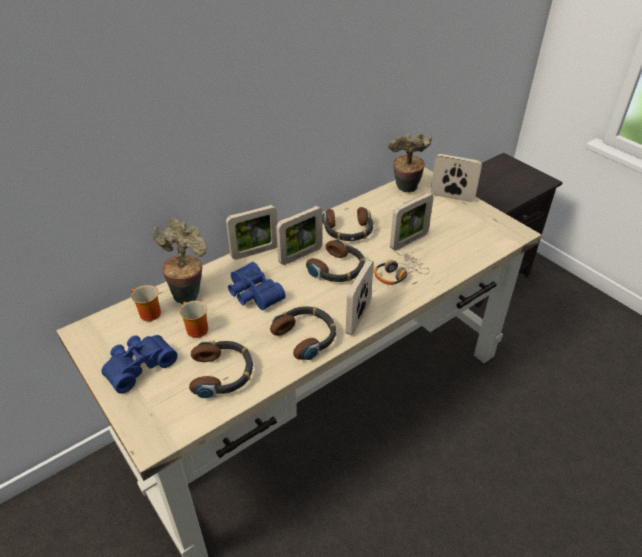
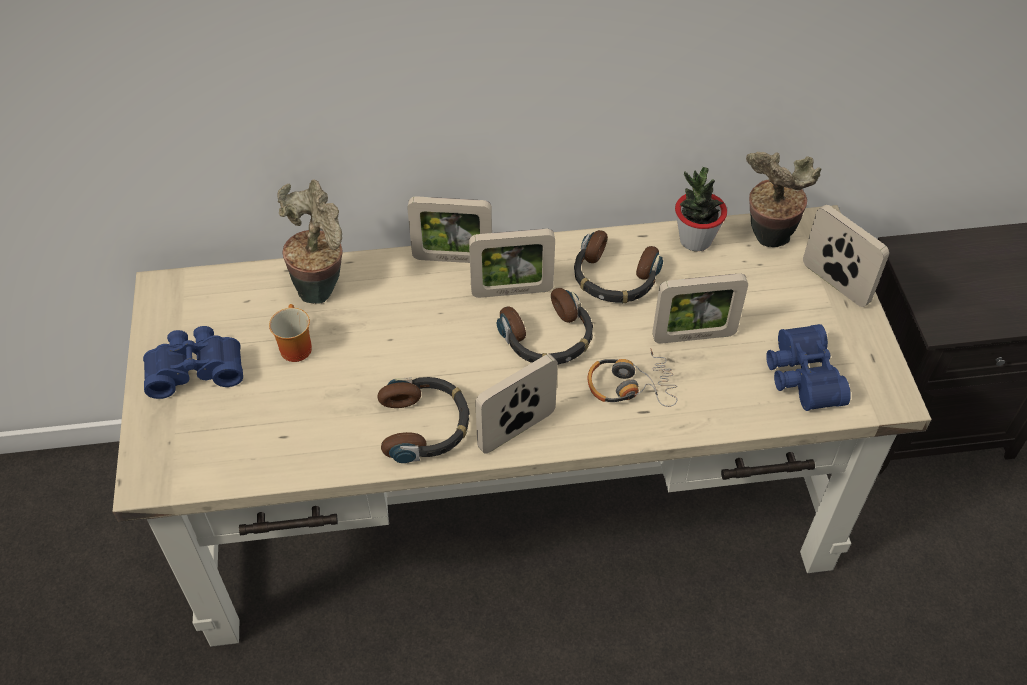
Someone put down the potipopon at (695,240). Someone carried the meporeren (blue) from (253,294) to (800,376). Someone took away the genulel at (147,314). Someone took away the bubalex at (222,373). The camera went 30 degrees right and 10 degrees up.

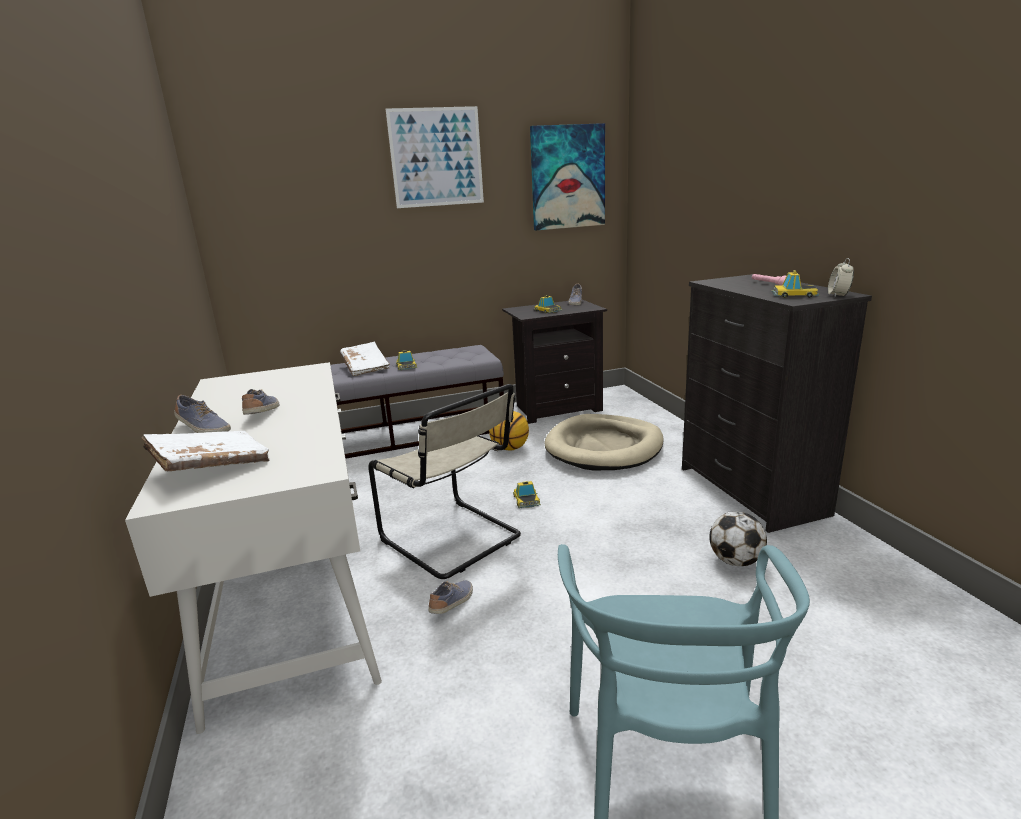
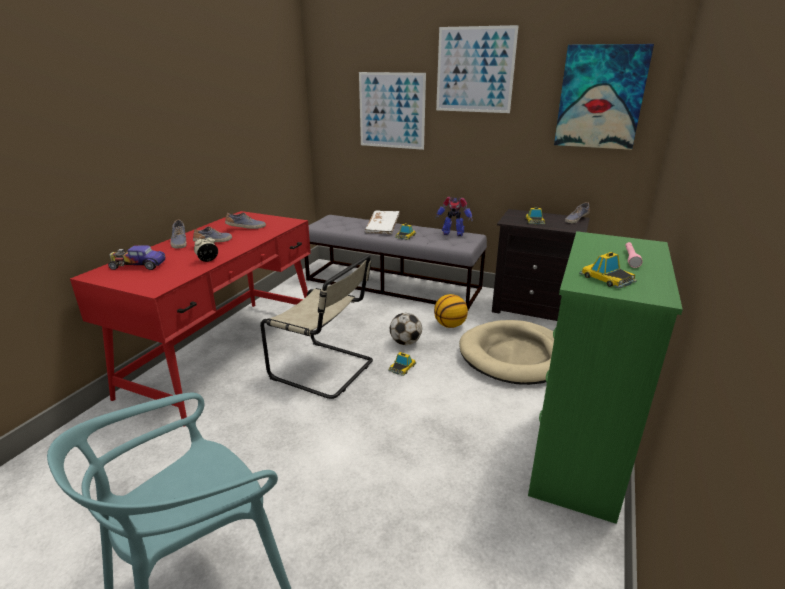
Someone repainted the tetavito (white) at (295,587), which became the tetavito (red) at (227,353). Someone swapped the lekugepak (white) at (211,466) for the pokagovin at (138,265). Someone carried the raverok from (838,295) to (208,260). Someone carried the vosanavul from (452,603) to (246,228). Someone rotated the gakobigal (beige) at (454,540) by 60 degrees counterclockwise. Someone put up the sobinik at (391,110). Someone carried the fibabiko from (735,561) to (405,342). Someone put down the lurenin at (452,233). Someone repainted the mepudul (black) at (751,491), which became the mepudul (green) at (576,456). The camera went 40 degrees right and 5 degrees up.

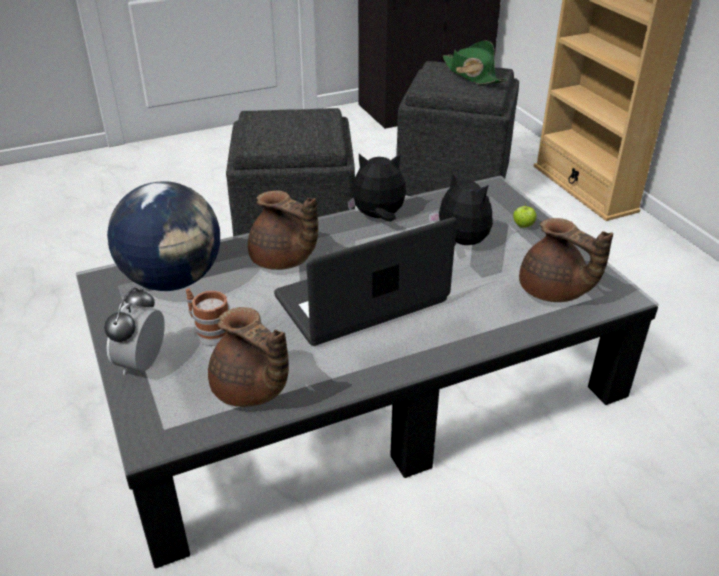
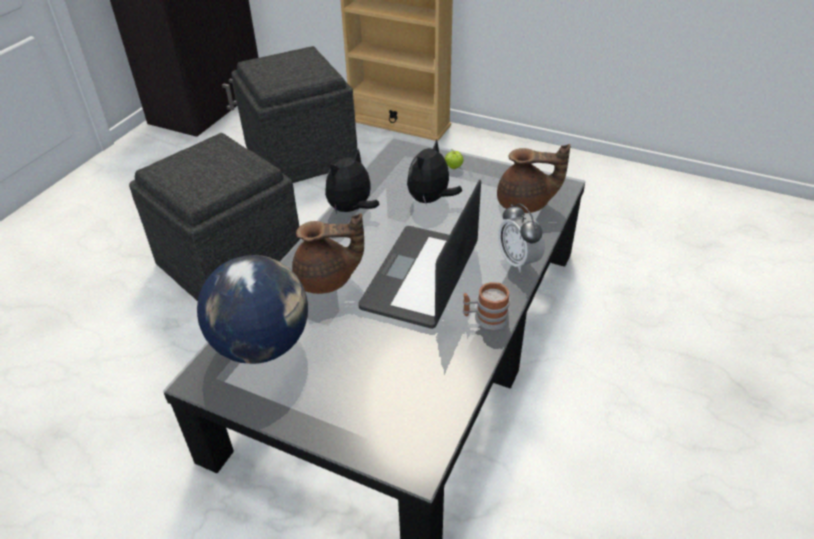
Someone rotated the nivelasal at (460,243) by 60 degrees counterclockwise. Someone carried the genulel from (209,330) to (485,318). Someone carried the raverok from (142,363) to (518,261). Someone took away the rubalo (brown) at (251,390). Someone took away the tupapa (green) at (472,75). The camera went 40 degrees left and 5 degrees up.

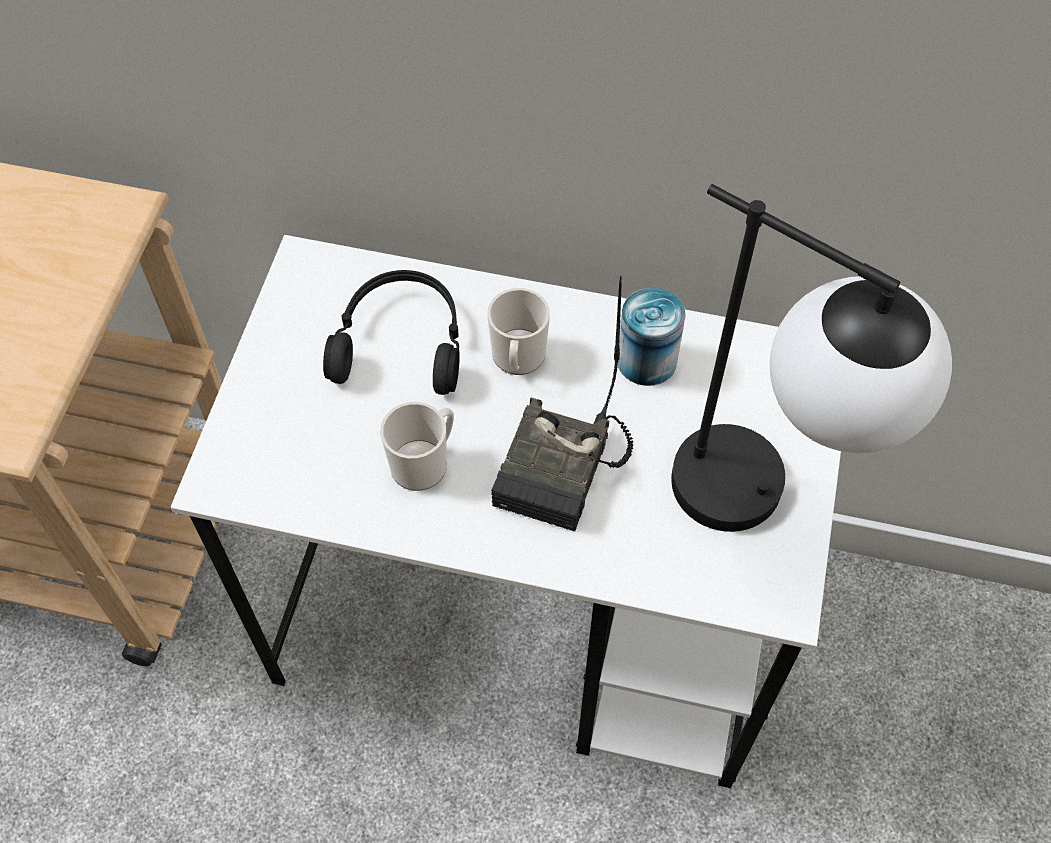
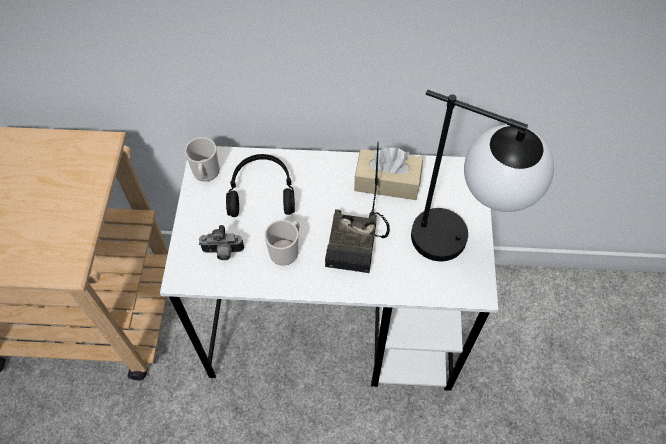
Someone carried the genulel from (518,359) to (206,173). Someone put down the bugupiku at (222,252). Someone swapped the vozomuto at (646,360) for the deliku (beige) at (387,182). The camera went 10 degrees left and 0 degrees up.

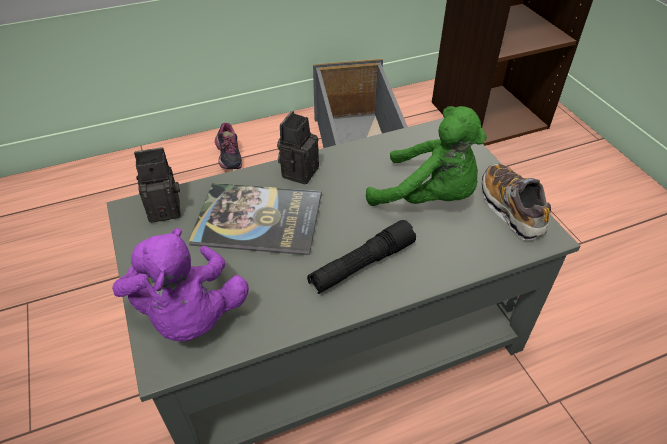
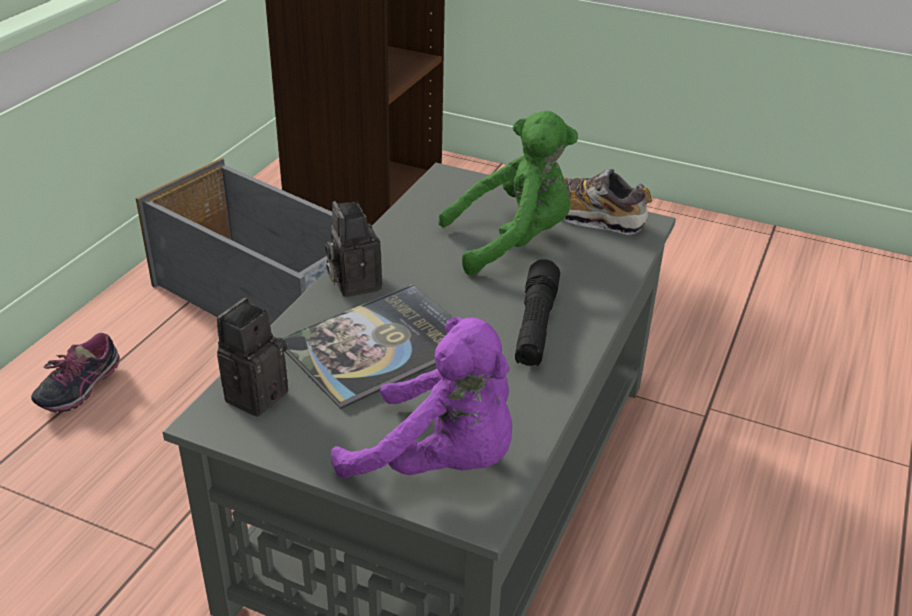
Someone rotated the vosanavul at (228,158) by 90 degrees clockwise. The camera went 45 degrees left and 10 degrees down.

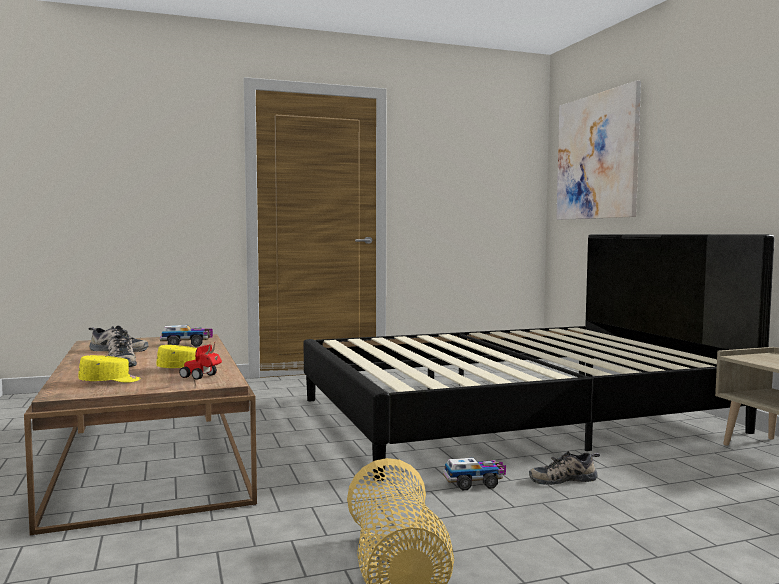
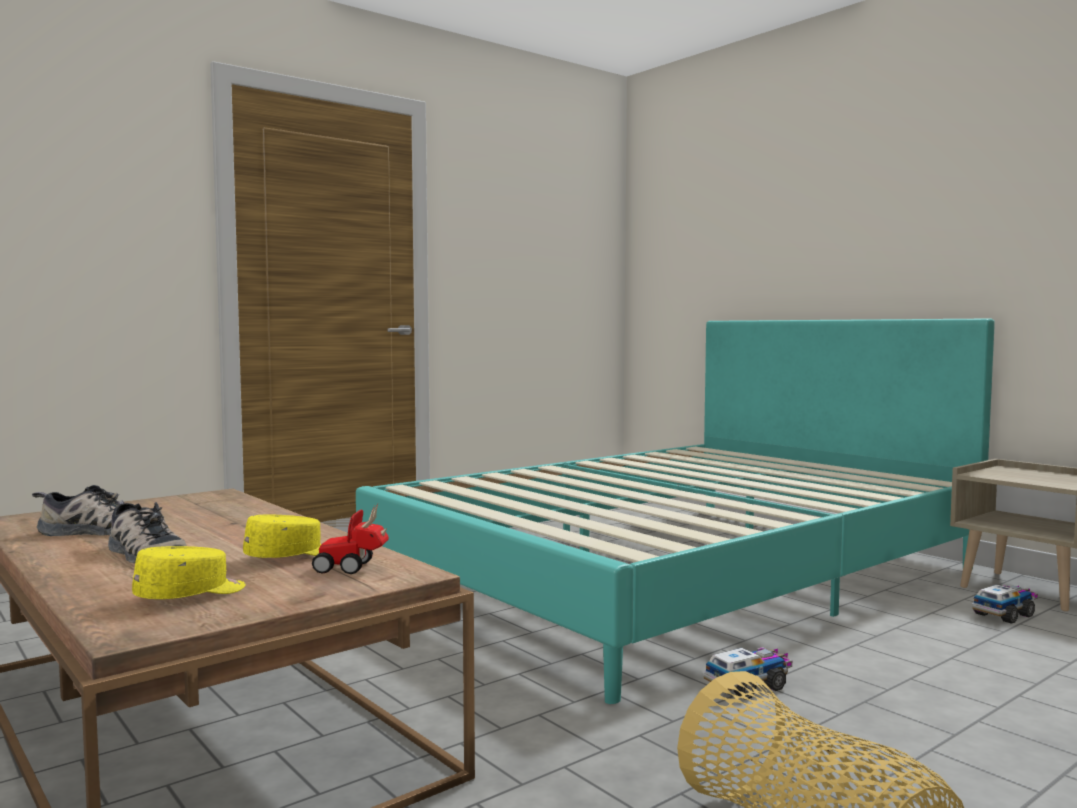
Someone repainted the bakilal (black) at (513,415), which became the bakilal (turquoise) at (681,575). Someone carried the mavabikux from (187,344) to (1004,614). Someone took away the vosanavul at (563,478). Someone took away the sobinik at (596,157). The camera went 20 degrees left and 0 degrees up.

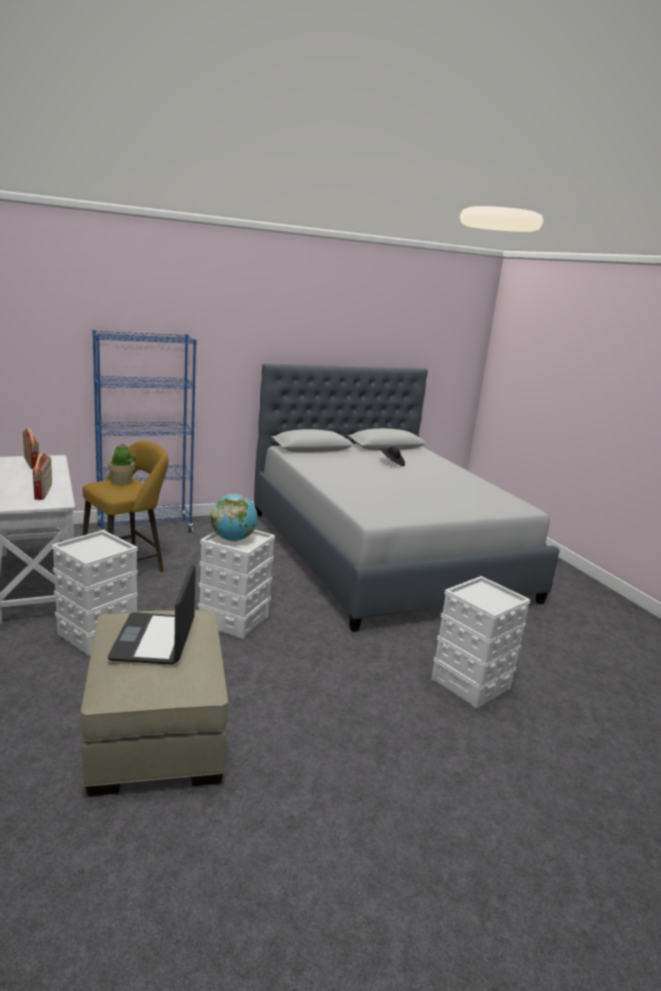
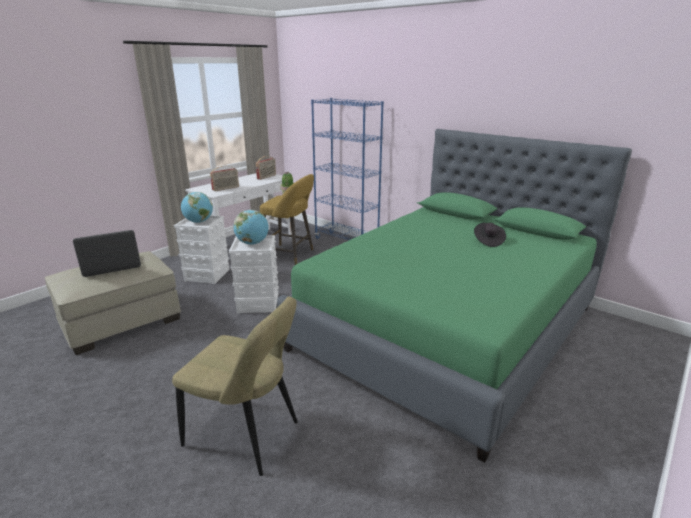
Someone swapped the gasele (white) at (472,683) for the gakobigal (beige) at (246,435). Someone put down the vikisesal at (198,222). Someone repainted the bakilal (grey) at (384,554), which became the bakilal (green) at (447,328). The camera went 65 degrees right and 5 degrees up.

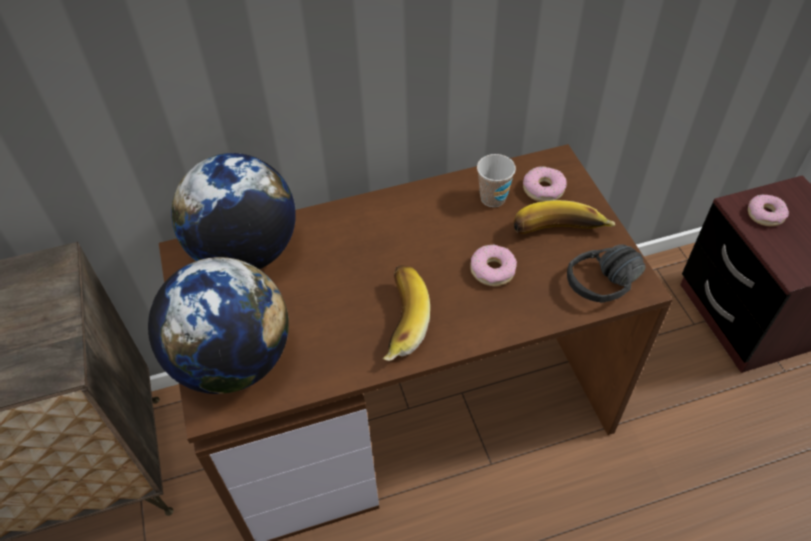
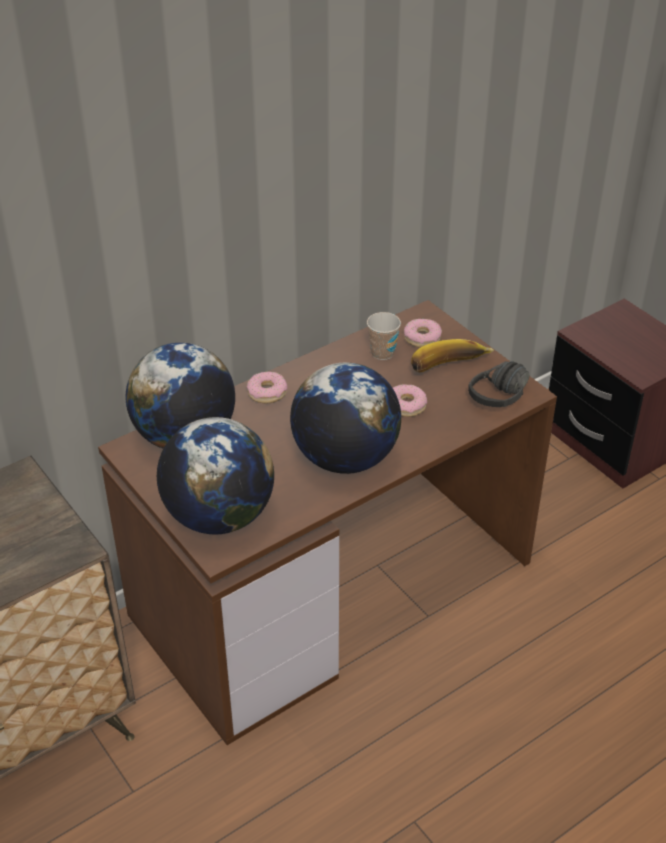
Someone carried the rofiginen from (765,214) to (267,392). Someone swapped the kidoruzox at (397,321) for the vikisesal at (345,458). The camera went 20 degrees left and 10 degrees down.

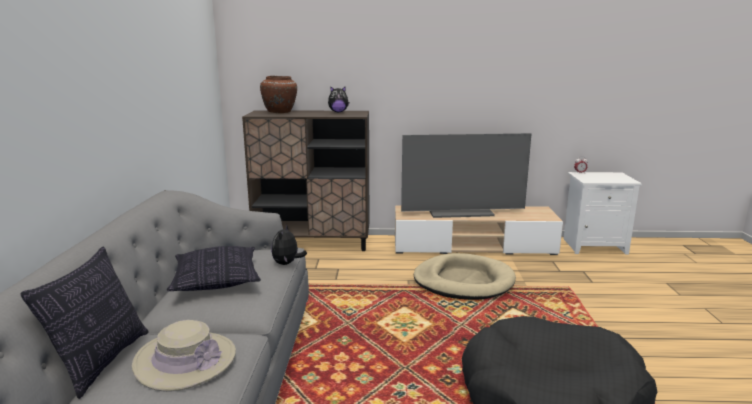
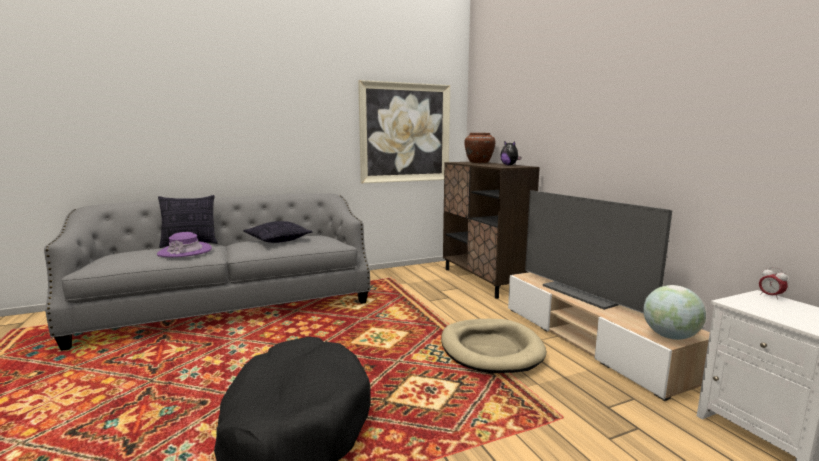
Someone repainted the tupapa (beige) at (185,360), which became the tupapa (purple) at (185,251). Someone put up the sobinik at (405,133). Someone put down the vikisesal at (670,336). Someone took away the nivelasal at (287,263). The camera went 65 degrees right and 5 degrees down.

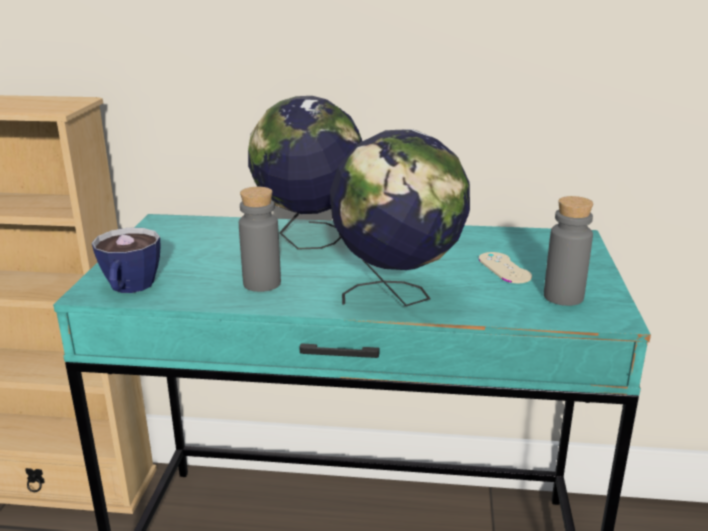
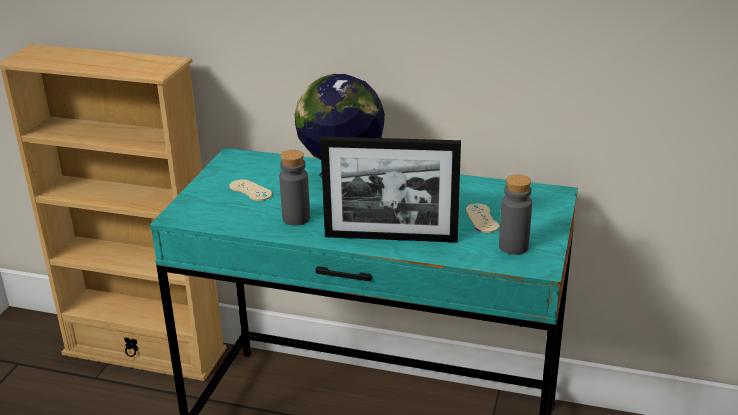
Someone put down the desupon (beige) at (250,190). Someone swapped the vikisesal at (398,297) for the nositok at (391,237). Someone took away the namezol at (129,289). The camera went 10 degrees right and 5 degrees up.

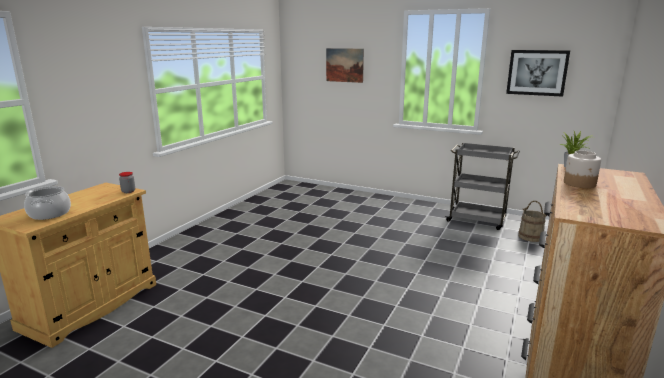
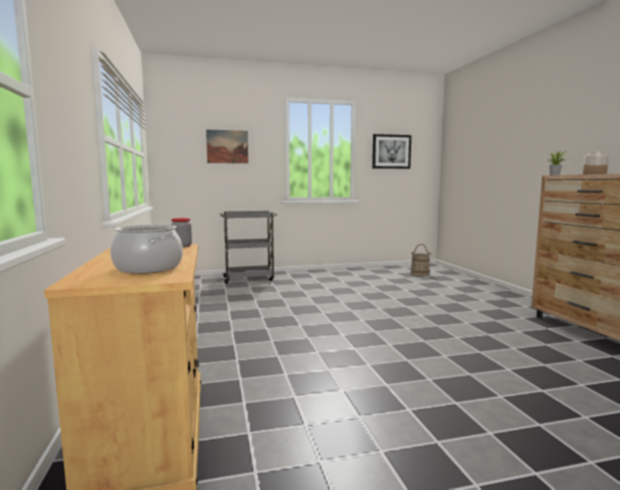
Someone carried the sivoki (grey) from (477,220) to (249,278). The camera went 40 degrees left and 10 degrees down.

